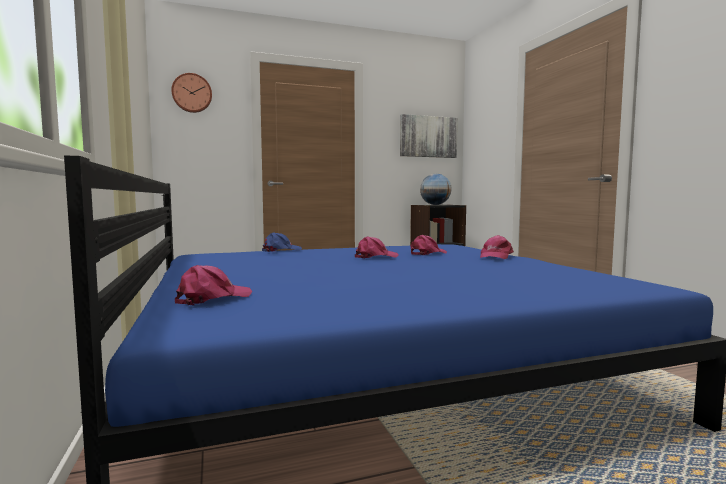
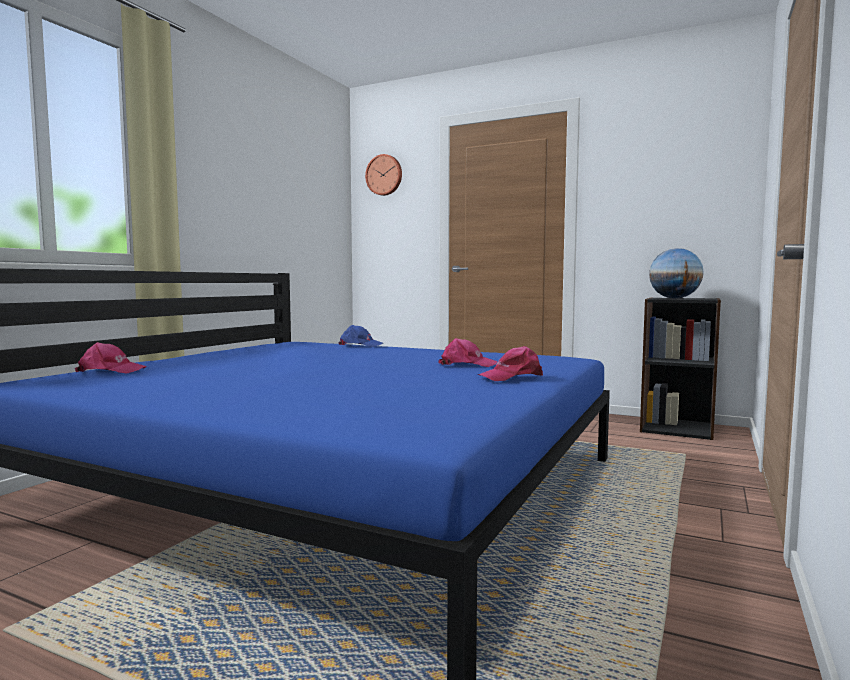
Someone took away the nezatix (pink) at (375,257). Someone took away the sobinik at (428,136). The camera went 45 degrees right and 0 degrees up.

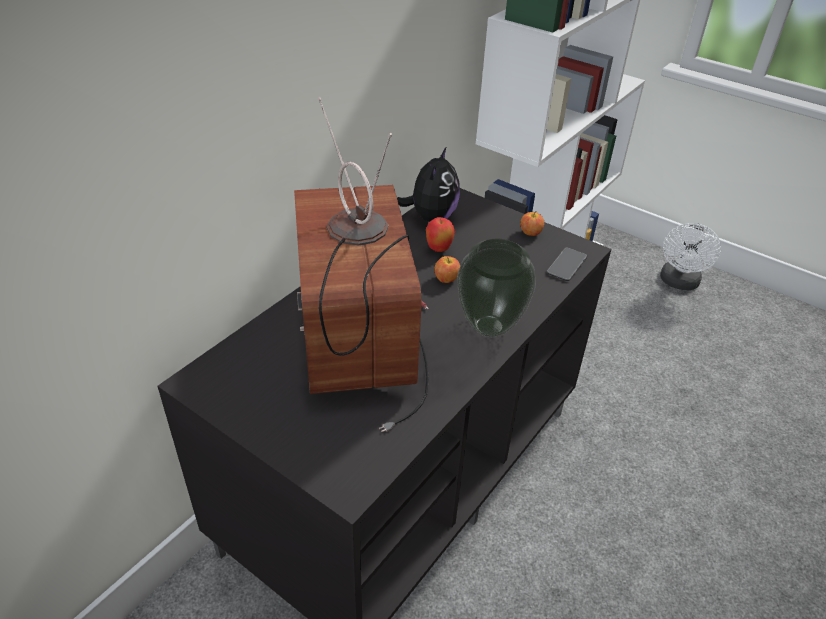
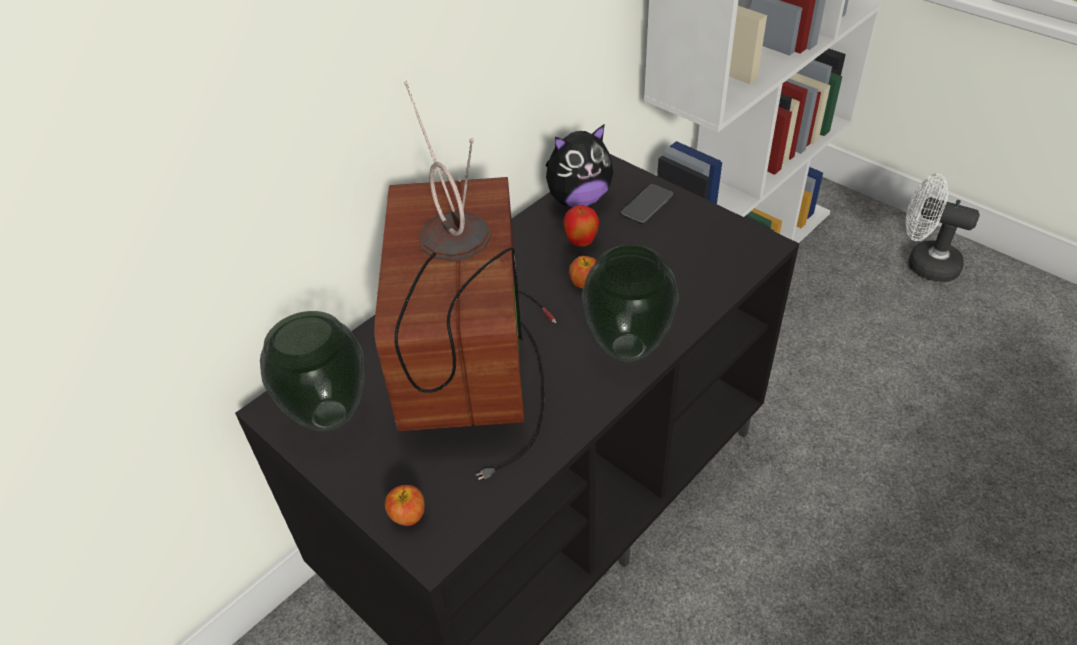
Someone put down the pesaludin at (330,416). Someone carried the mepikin from (530,233) to (408,515). Someone rotated the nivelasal at (431,217) by 45 degrees clockwise. Someone carried the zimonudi from (566,265) to (647,205). Someone rotated the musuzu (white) at (678,283) by 90 degrees clockwise. The camera went 10 degrees right and 5 degrees up.

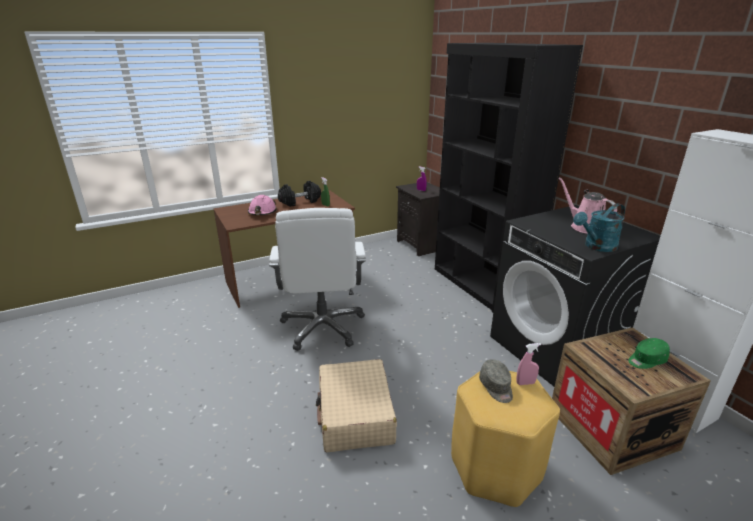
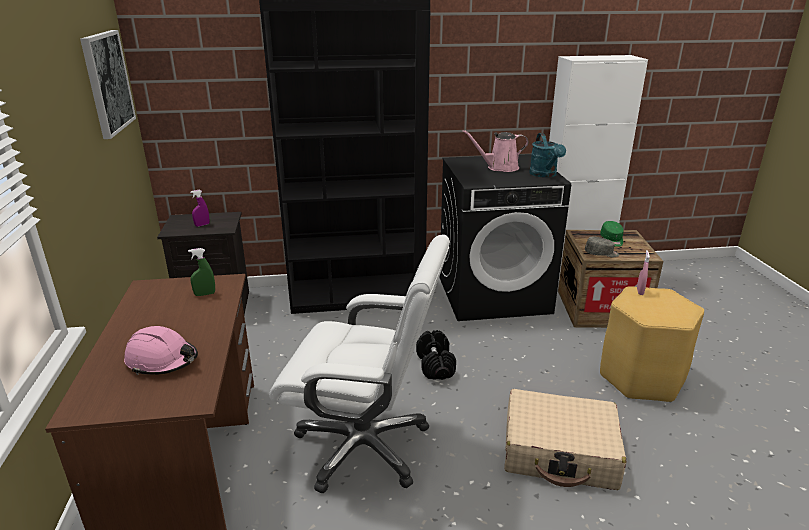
Someone put up the sobinik at (107,82). Someone carried the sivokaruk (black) from (300,202) to (435,365). Someone carried the nezatix (grey) from (496,387) to (601,254). The camera went 70 degrees left and 0 degrees up.

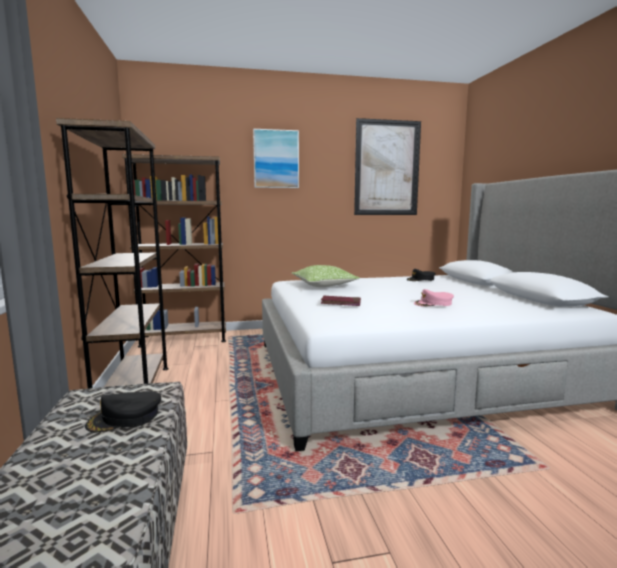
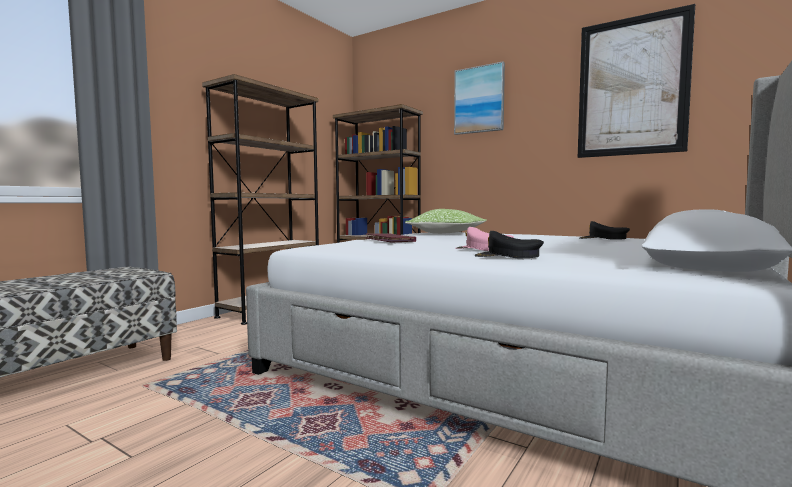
Someone carried the nezatix (black) from (125,418) to (508,256). The camera went 45 degrees right and 5 degrees down.

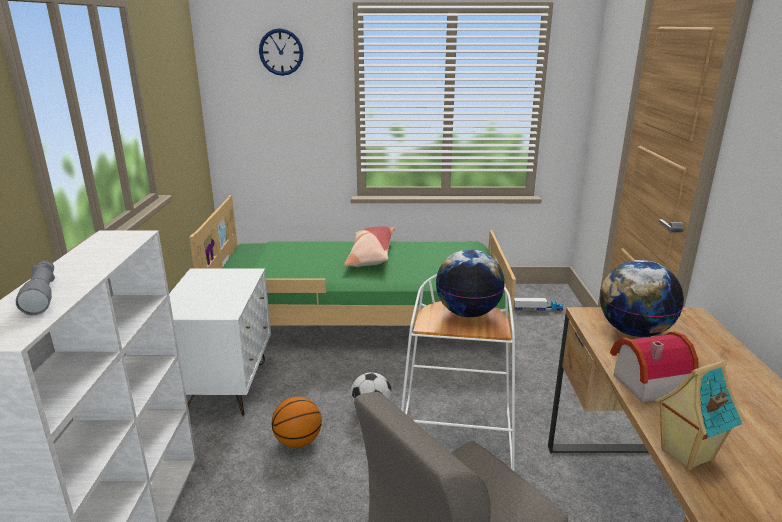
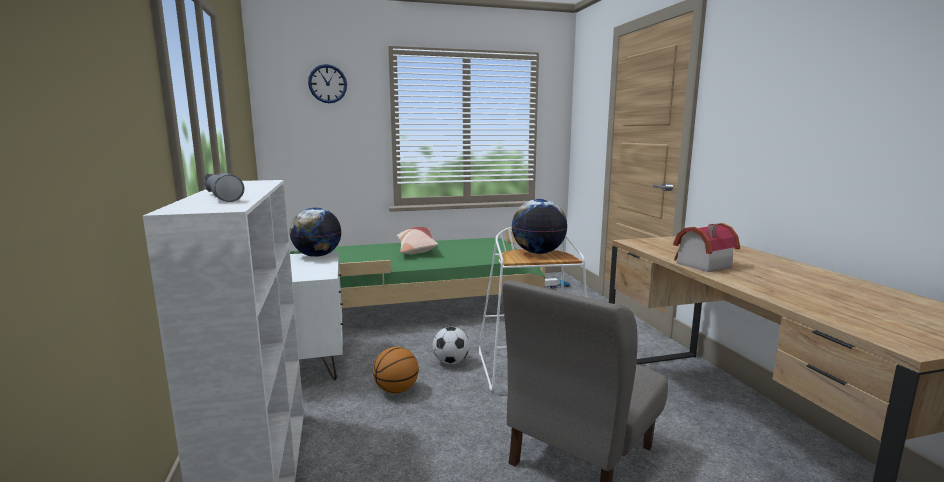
Someone carried the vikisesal from (633,331) to (317,256). Someone took away the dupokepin at (685,454). The camera went 15 degrees left and 10 degrees down.

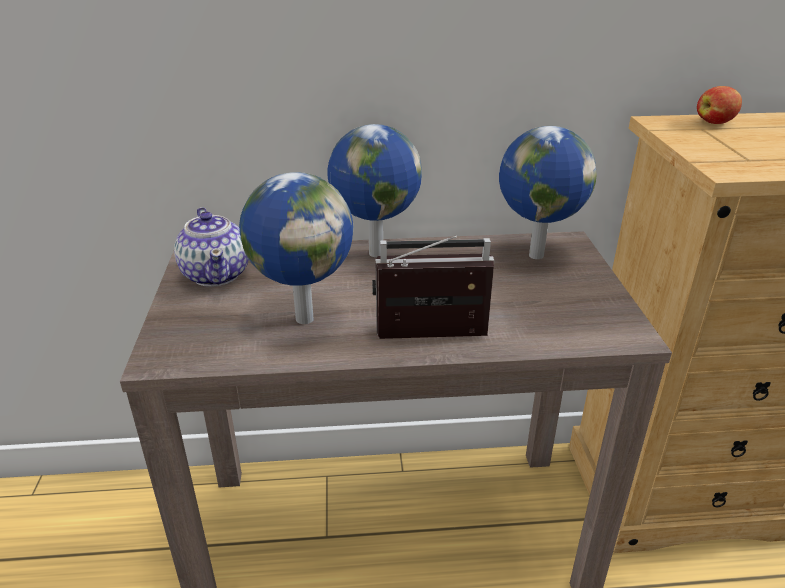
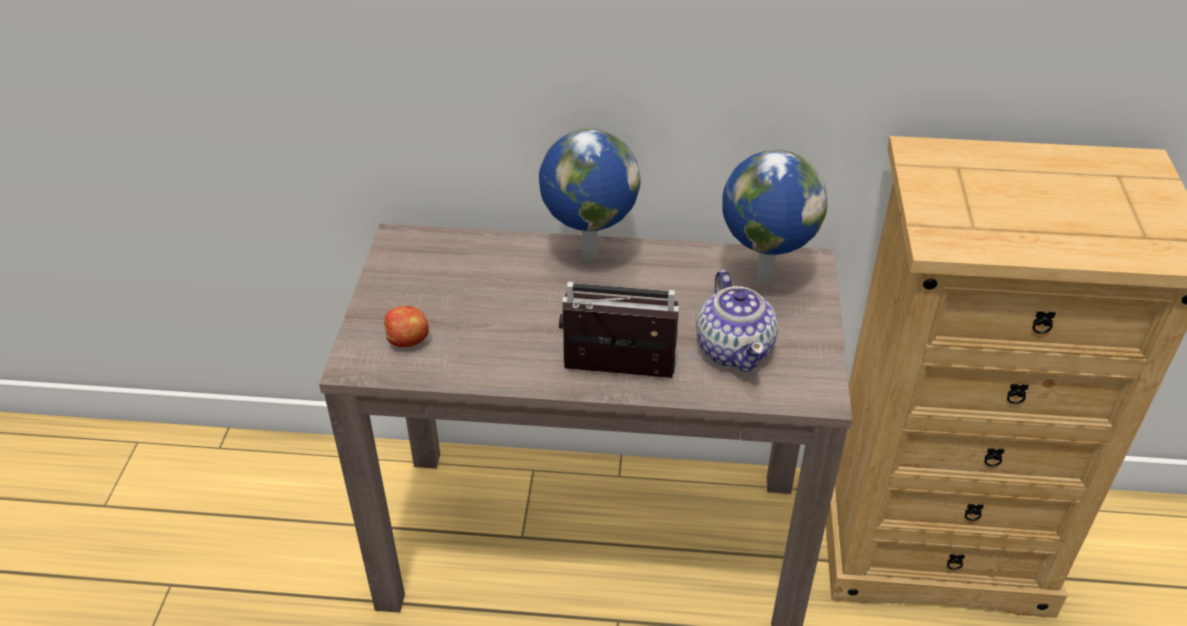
Someone carried the mepikin from (715,122) to (408,341). Someone carried the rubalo from (216,274) to (735,349). Someone took away the vikisesal at (304,318). The camera went 10 degrees right and 10 degrees up.

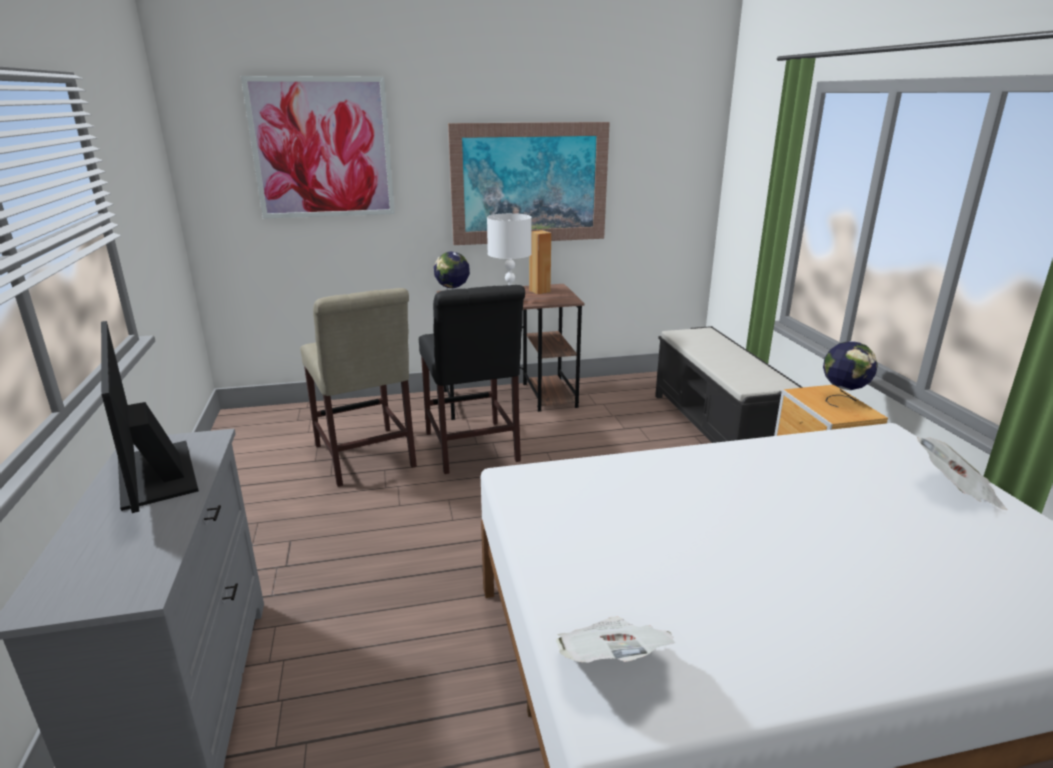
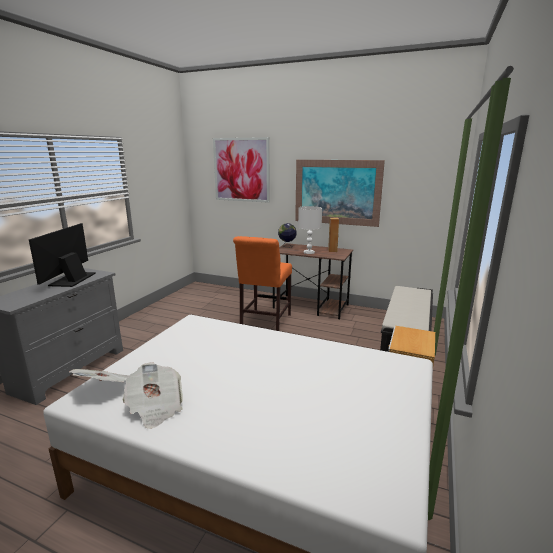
Someone carried the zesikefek from (956,492) to (155,407). Someone repainted the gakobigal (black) at (472,449), which became the gakobigal (orange) at (264,322). Someone took away the gakobigal (beige) at (366,459). Someone took away the vikisesal at (842,400). The camera went 35 degrees right and 5 degrees down.

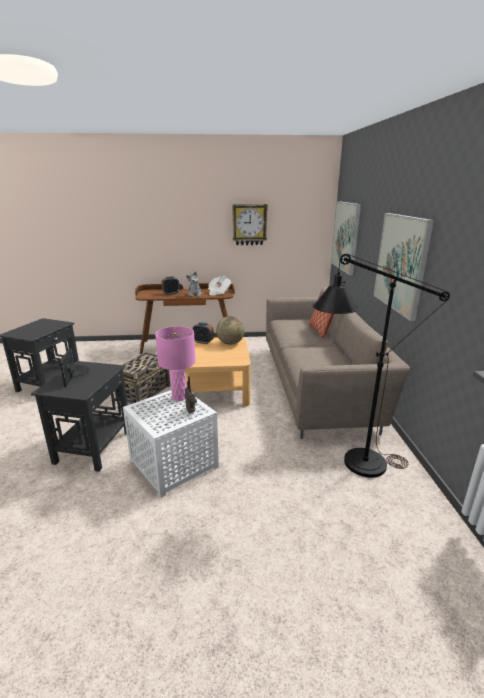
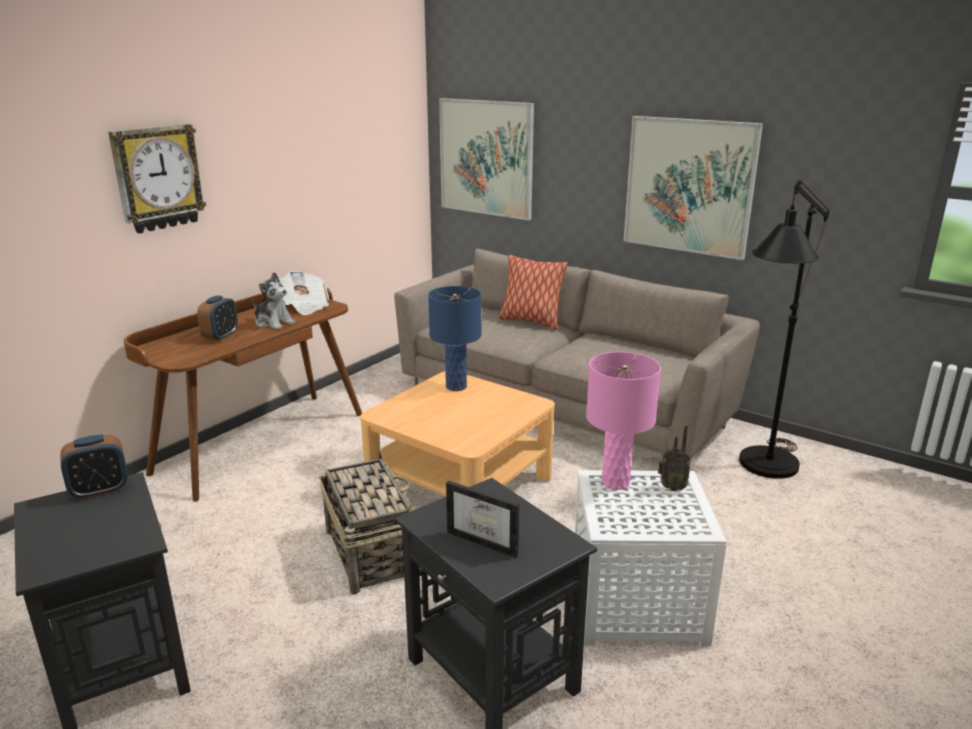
Someone carried the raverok from (203,342) to (100,490). Someone carried the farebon from (249,224) to (157,178). Someone swapped the vikisesal at (230,343) for the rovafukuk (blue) at (456,386). The camera went 50 degrees left and 0 degrees up.

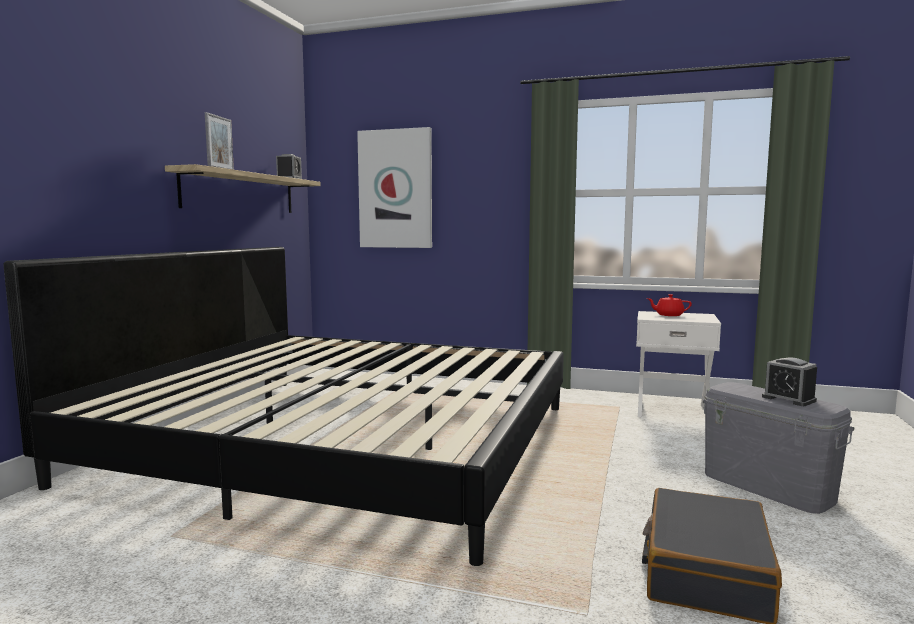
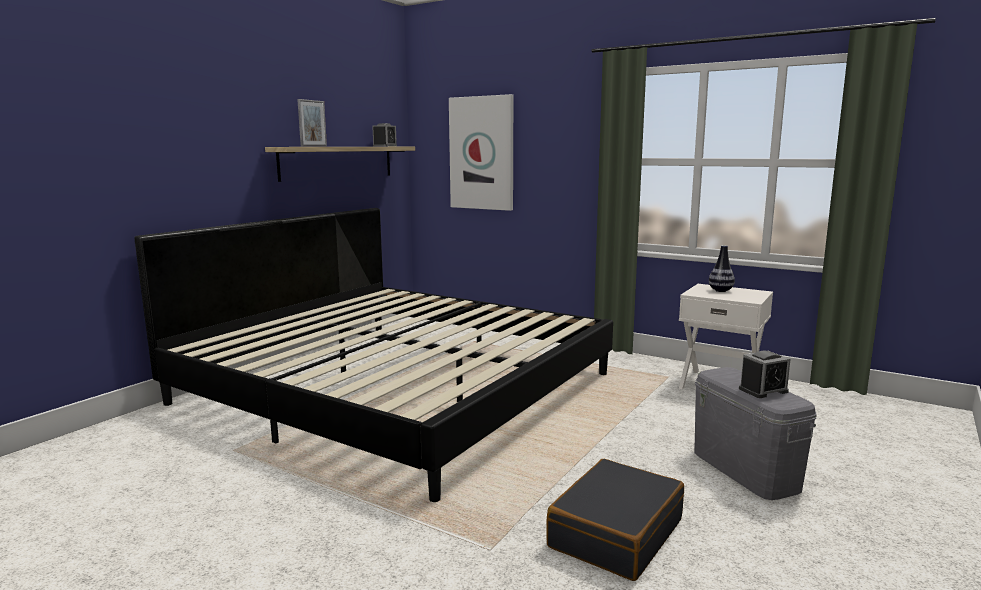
Someone swapped the rubalo (red) at (668,315) for the pesaludin at (720,291). Someone rotated the raverok at (788,399) by 90 degrees counterclockwise. The camera went 15 degrees right and 5 degrees up.

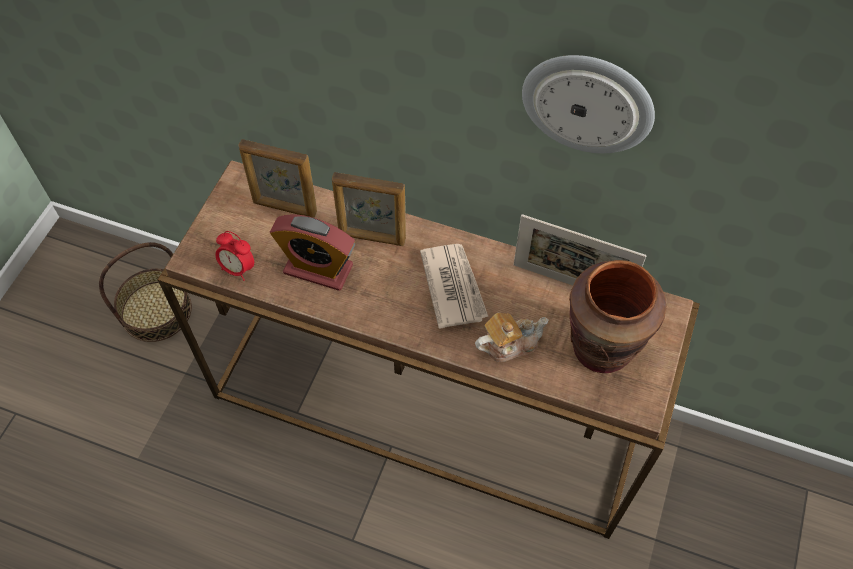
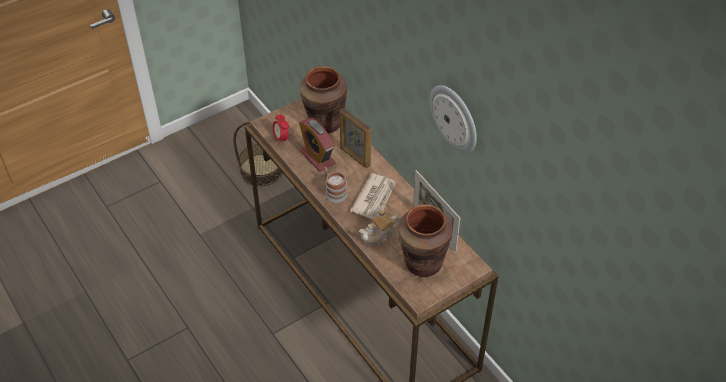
Someone swapped the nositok at (284,208) for the pesaludin (brown) at (325,123). Someone put down the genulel at (334,191). Someone rotated the rubalo at (509,344) by 135 degrees clockwise. The camera went 35 degrees right and 10 degrees down.

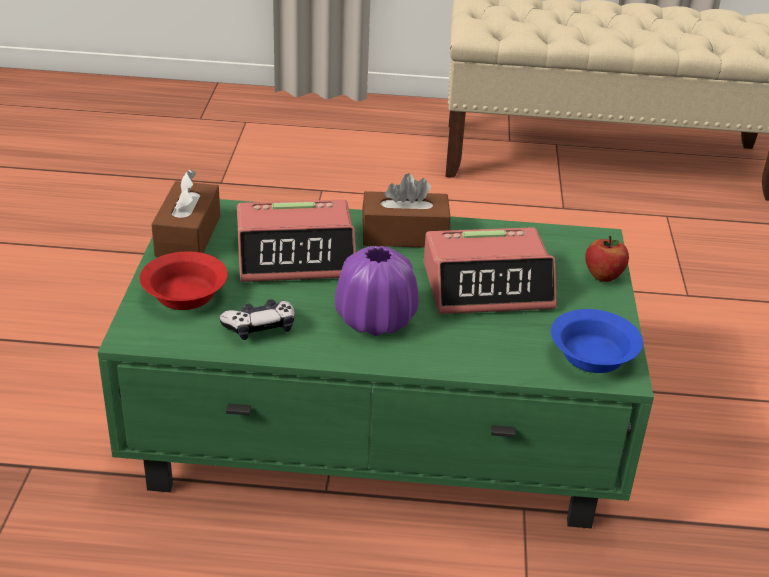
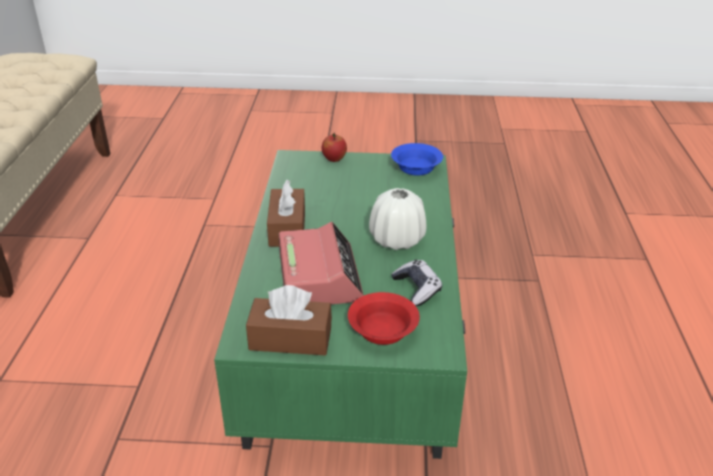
Someone repainted the pesaludin (purple) at (376,320), which became the pesaludin (white) at (397,239). Someone took away the raverok at (488,286). The camera went 90 degrees left and 0 degrees up.

